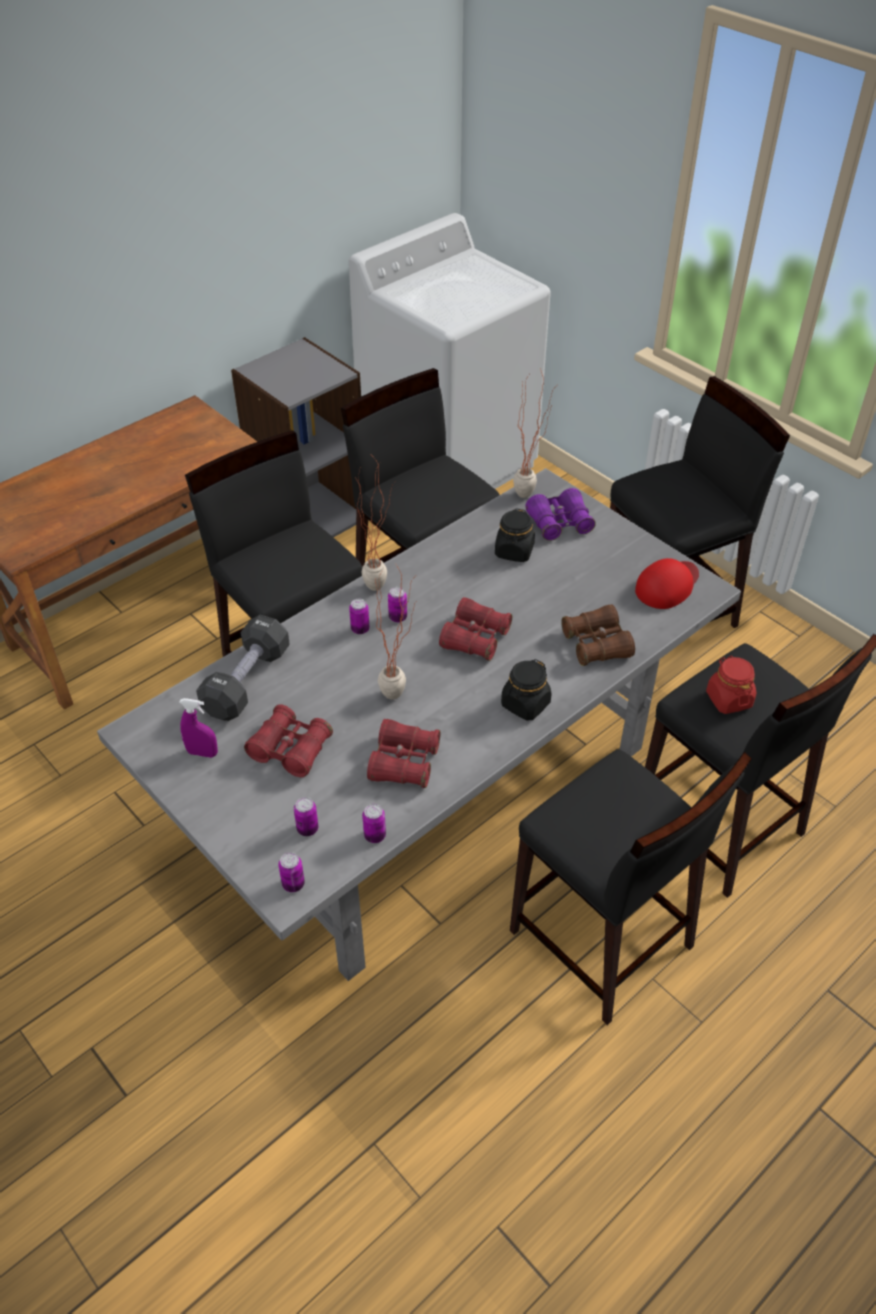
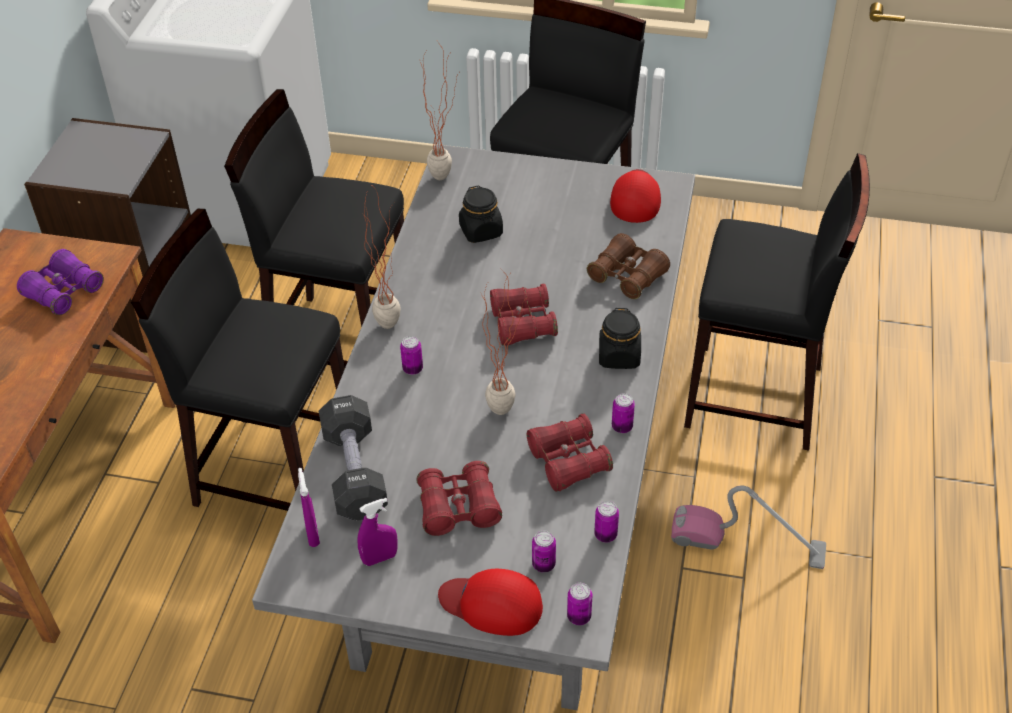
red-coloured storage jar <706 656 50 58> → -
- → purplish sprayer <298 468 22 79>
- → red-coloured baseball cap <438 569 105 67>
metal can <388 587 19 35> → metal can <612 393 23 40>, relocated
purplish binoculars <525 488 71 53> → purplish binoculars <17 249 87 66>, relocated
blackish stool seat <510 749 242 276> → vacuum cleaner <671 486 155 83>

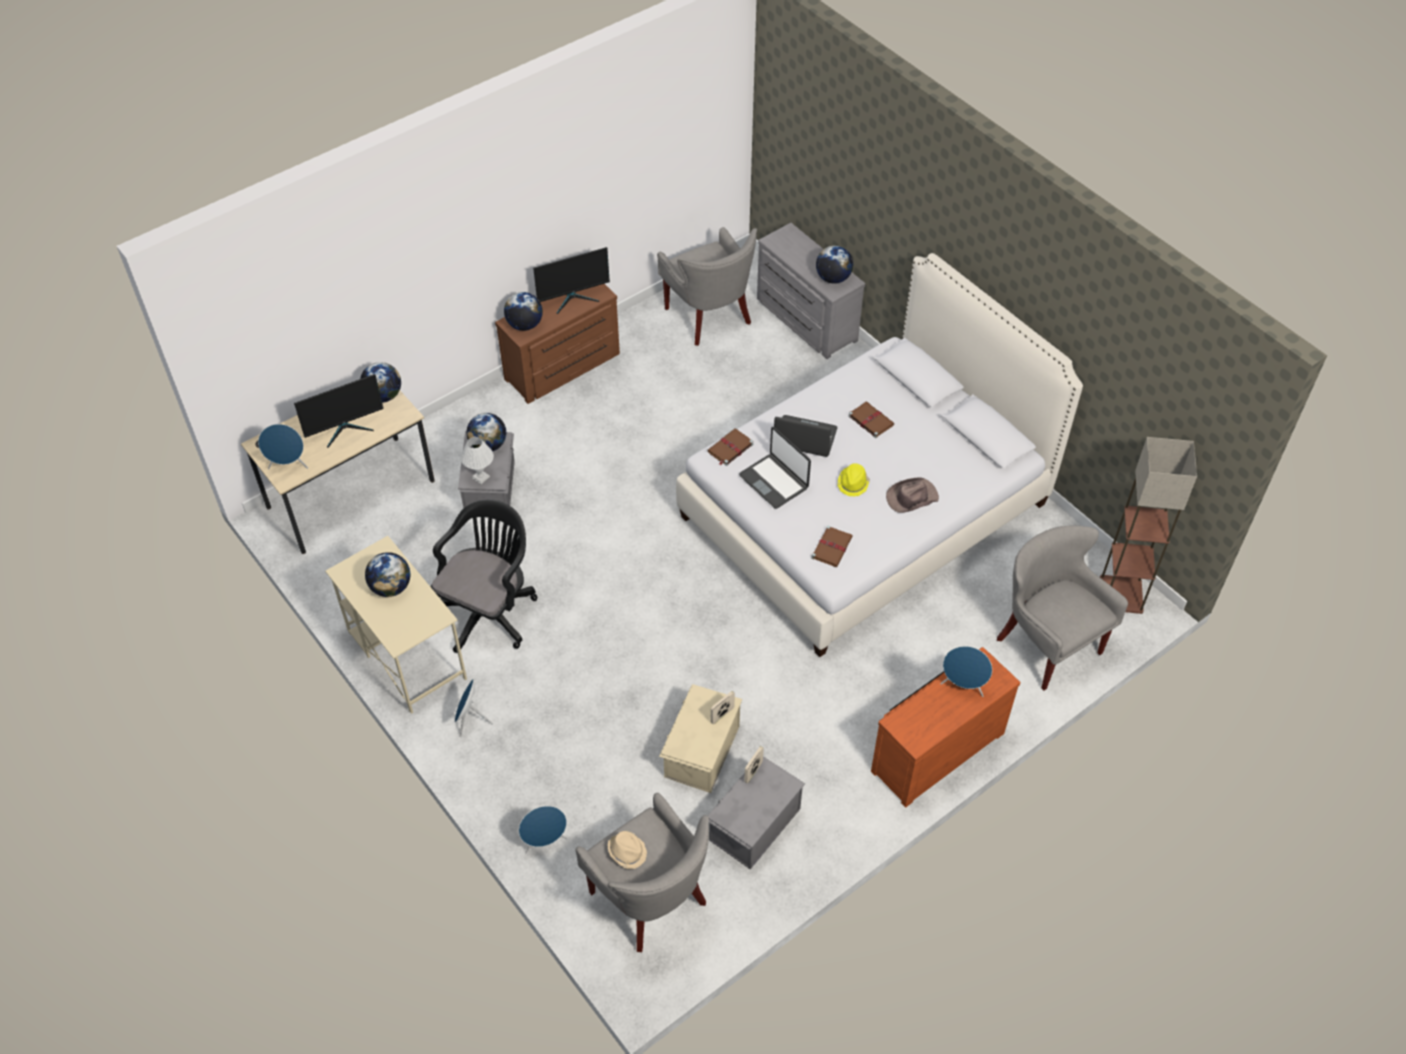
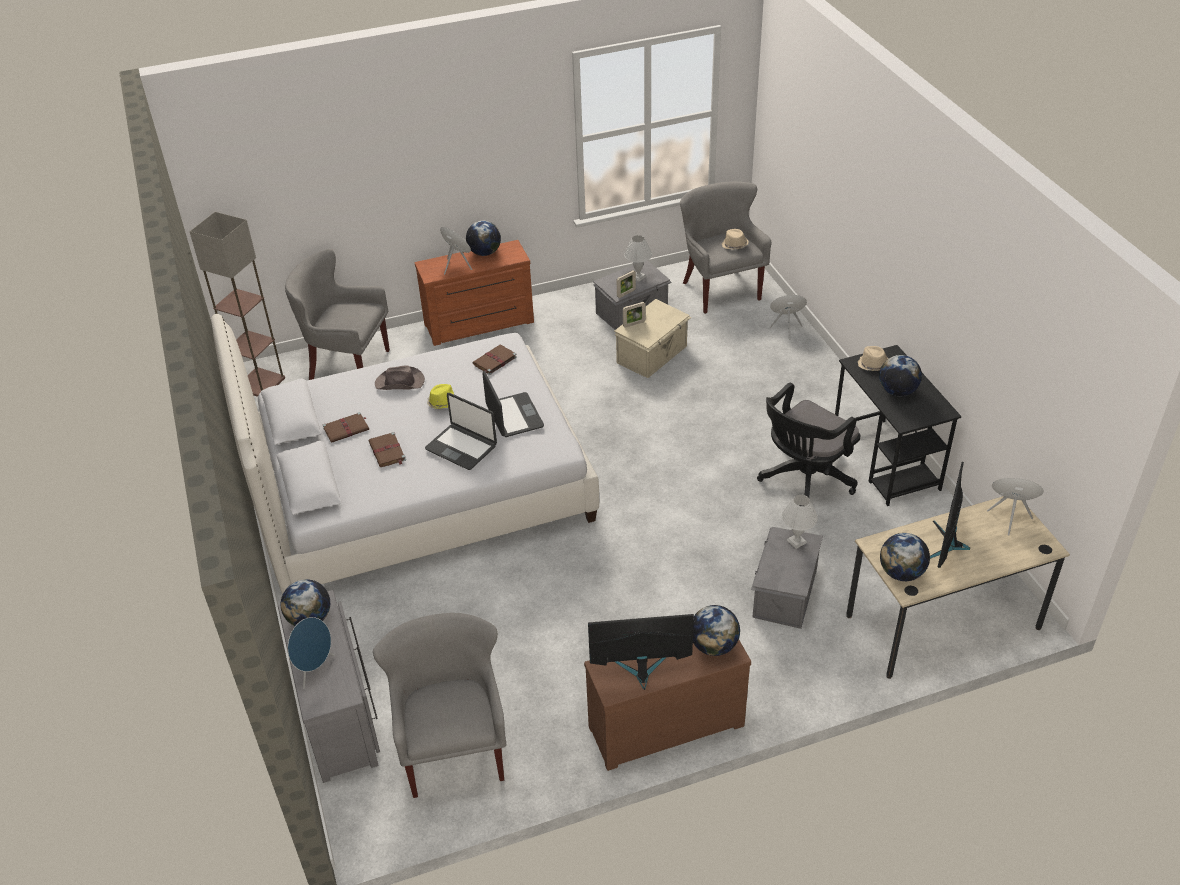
- → whitish lamp for a table <624 235 28 47>
- → beige-coloured hat <858 346 31 25>
blue speaker <455 679 38 58> → blue speaker <288 617 47 72>, relocated
world globe <466 413 40 38> → world globe <466 221 35 35>, relocated
brown volume <707 429 46 37> → brown volume <323 412 46 31>, relocated
beige-coloured desk <325 536 142 178> → blackish desk <835 345 126 161>
computer display <294 374 90 74> → computer display <930 462 40 106>, 60 degrees counterclockwise
greyish easy chair <997 525 131 166> → greyish easy chair <285 249 105 131>, 120 degrees clockwise

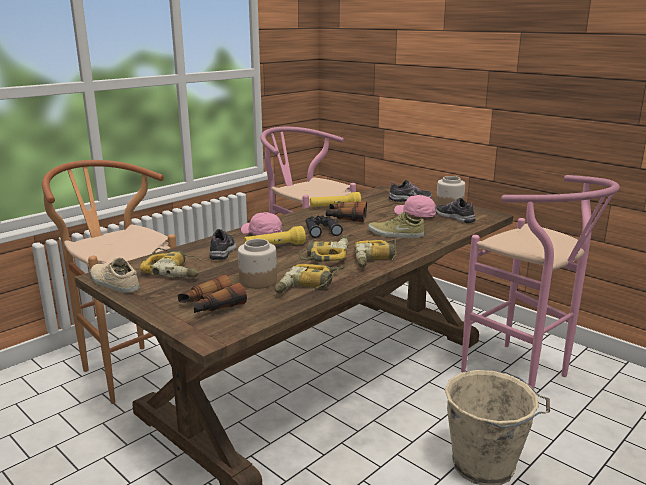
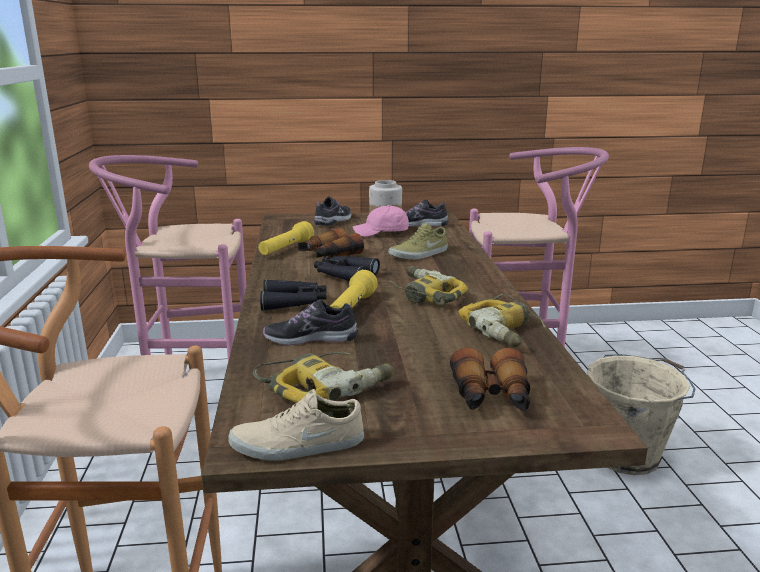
storage jar <238 239 39 50> → -
power drill <354 238 43 29> → -
pink-coloured baseball cap <241 212 42 23> → blackish binoculars <260 279 67 32>
low shoe <210 229 26 31> → low shoe <263 299 95 47>, 45 degrees counterclockwise

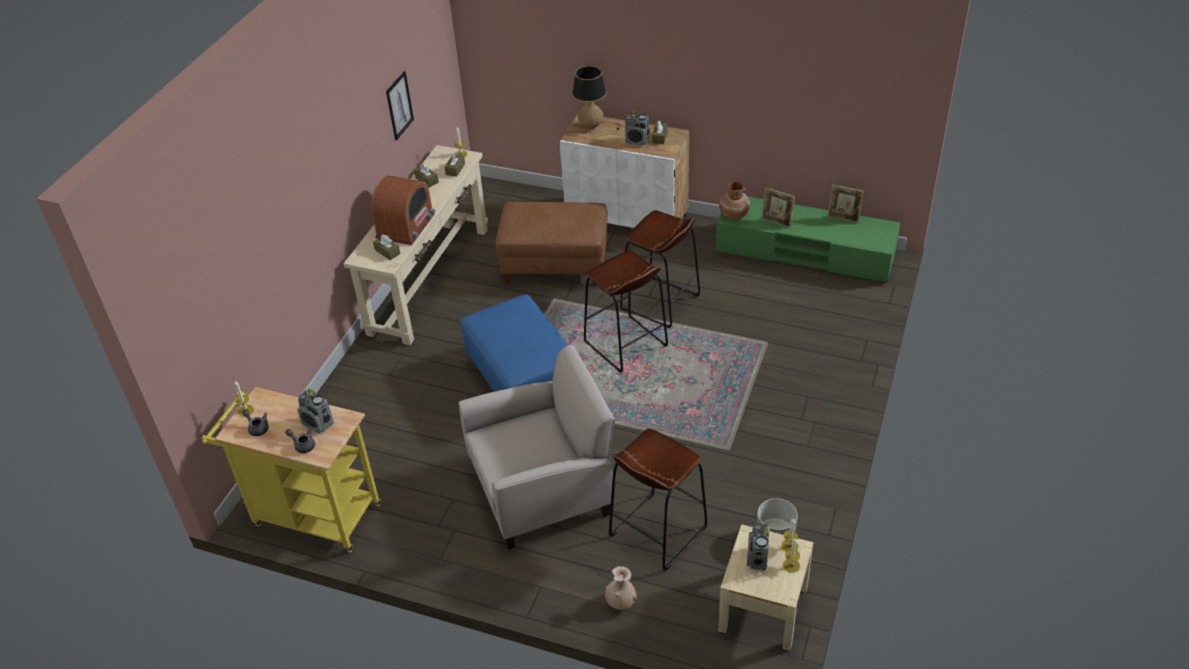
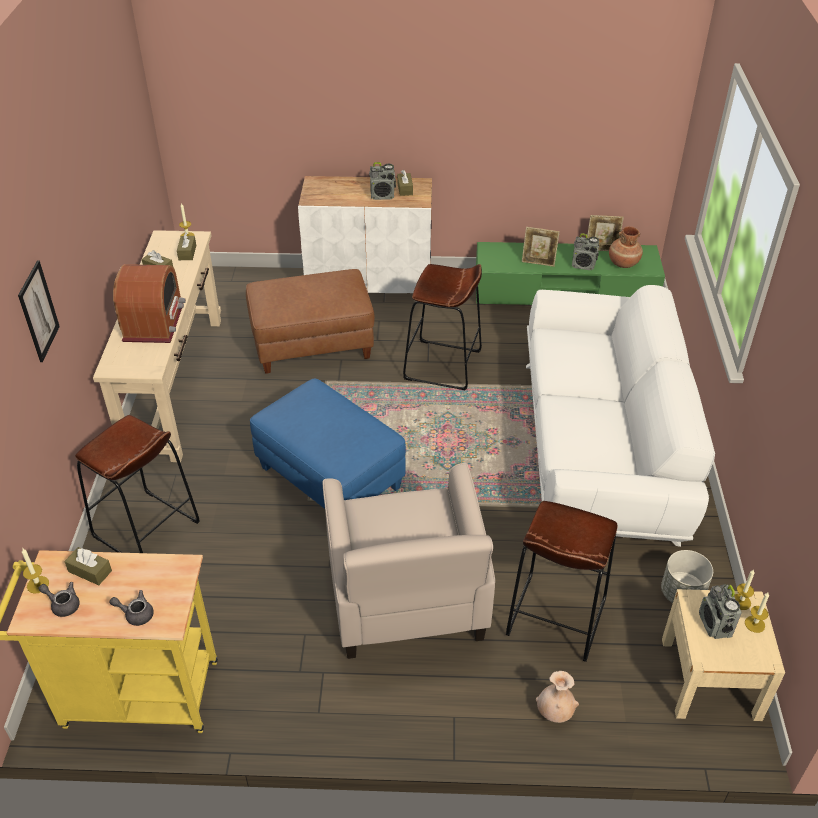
lamp for a table <572 66 48 75> → -
- → whitish settee <526 285 189 262>
radio set <298 388 36 45> → radio set <572 233 27 37>, relocated
brown box of tissues <373 235 27 25> → brown box of tissues <64 547 48 38>, relocated
wall art <386 71 28 69> → wall art <18 261 42 101>, relocated
brown stool seat <584 250 84 123> → brown stool seat <75 415 125 138>, relocated
brown vase <719 181 31 38> → brown vase <609 226 34 42>, relocated
beige-coloured easy chair <459 345 156 205> → beige-coloured easy chair <322 463 173 196>, 120 degrees clockwise

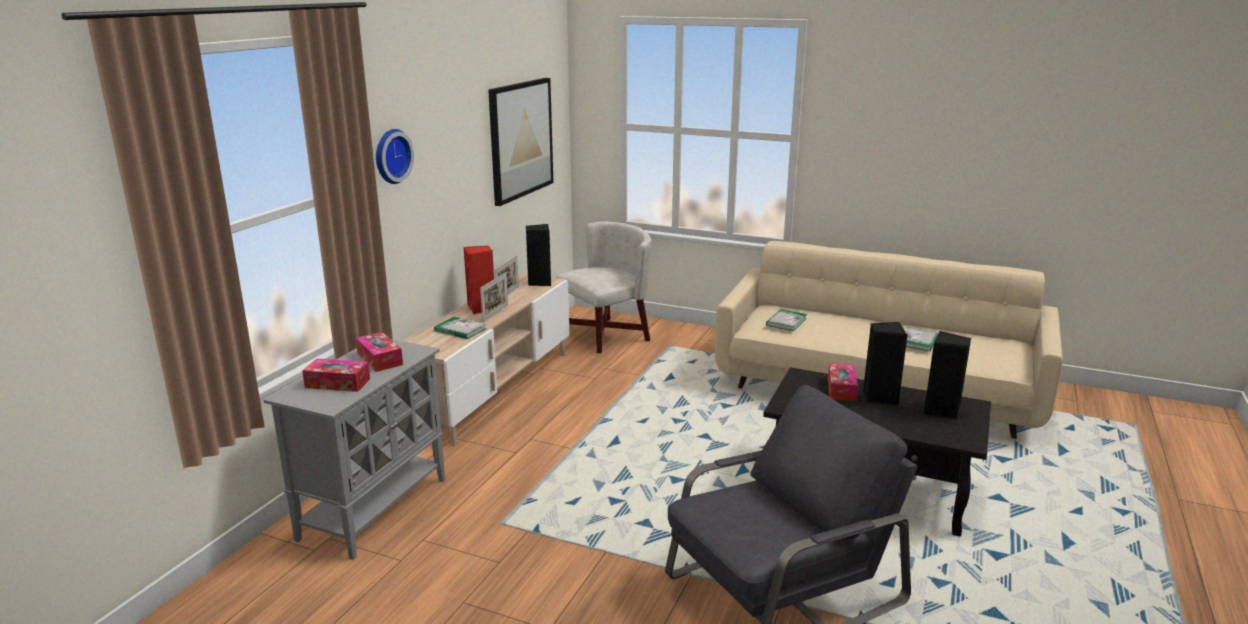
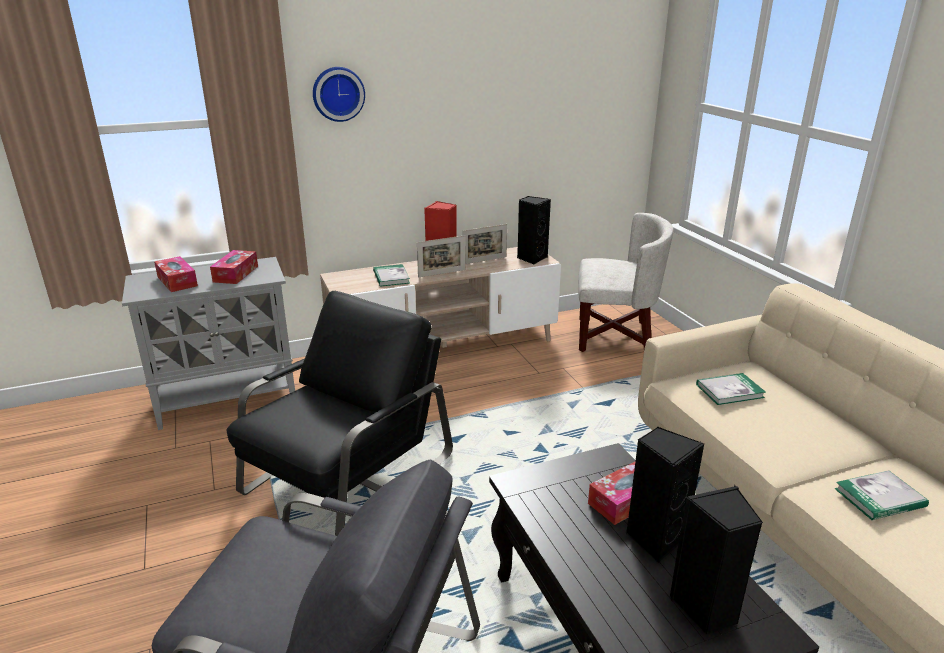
wall art <488 78 66 128> → -
- → blackish easy chair <226 291 227 245>

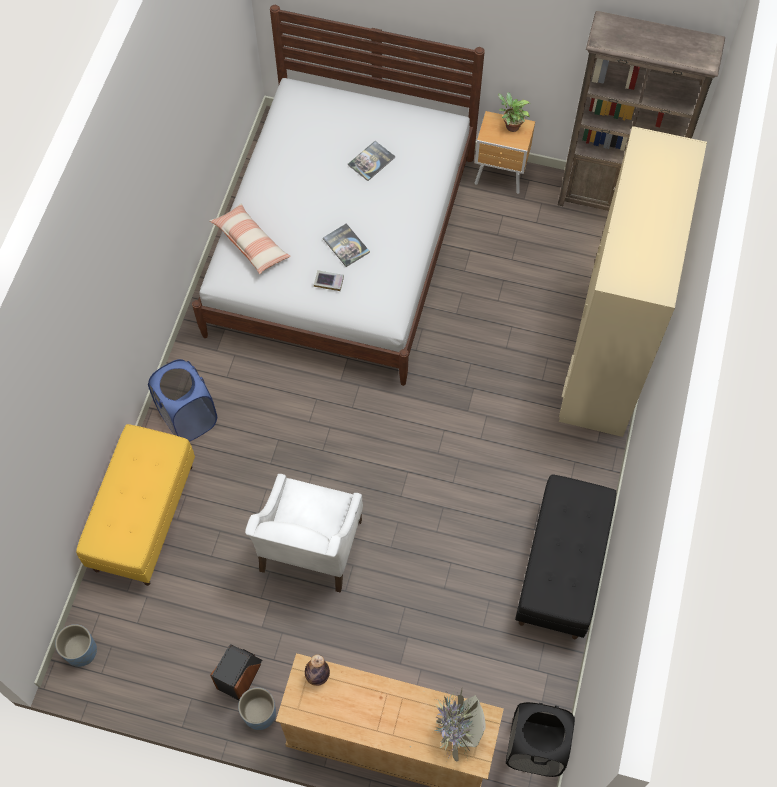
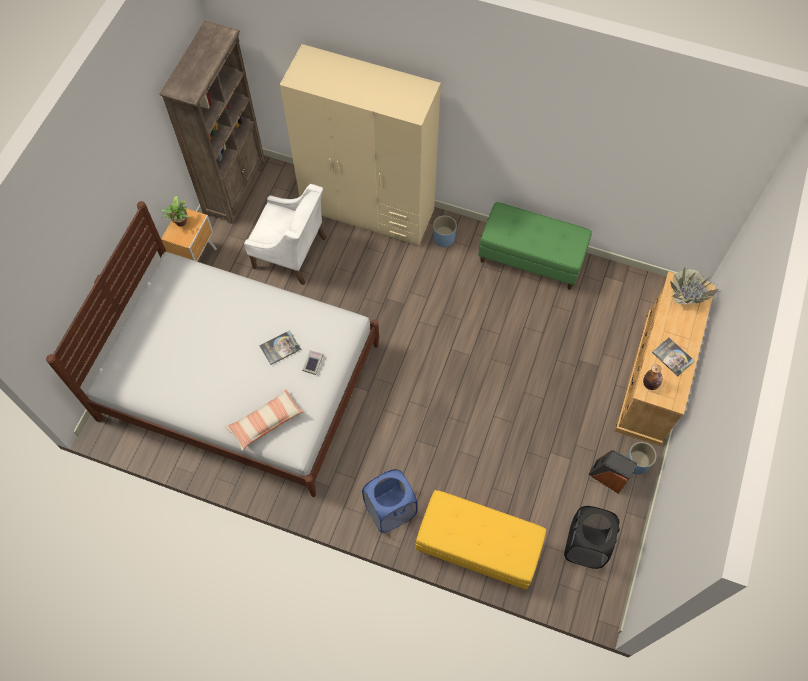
blue planter <55 624 42 43> → blue planter <433 215 24 32>, relocated
whitish easy chair <245 474 118 119> → whitish easy chair <244 184 83 101>, relocated
volume <348 141 47 40> → volume <652 338 43 38>, relocated
blackish hamper <506 702 69 75> → blackish hamper <564 506 55 63>, relocated
blackish long seat <515 474 101 165> → green-coloured long seat <478 202 114 88>

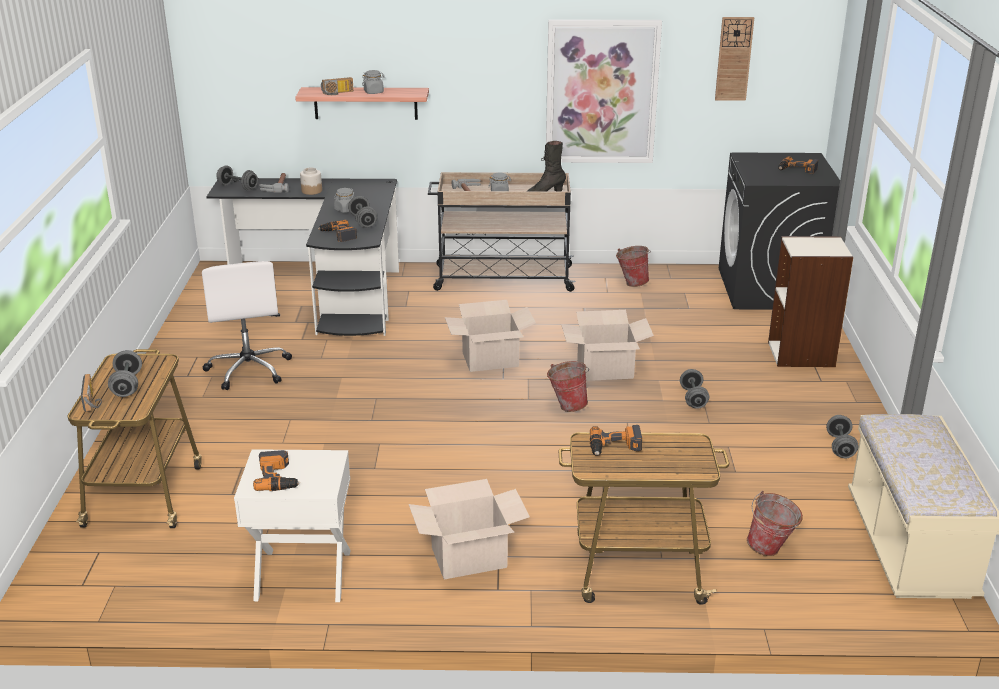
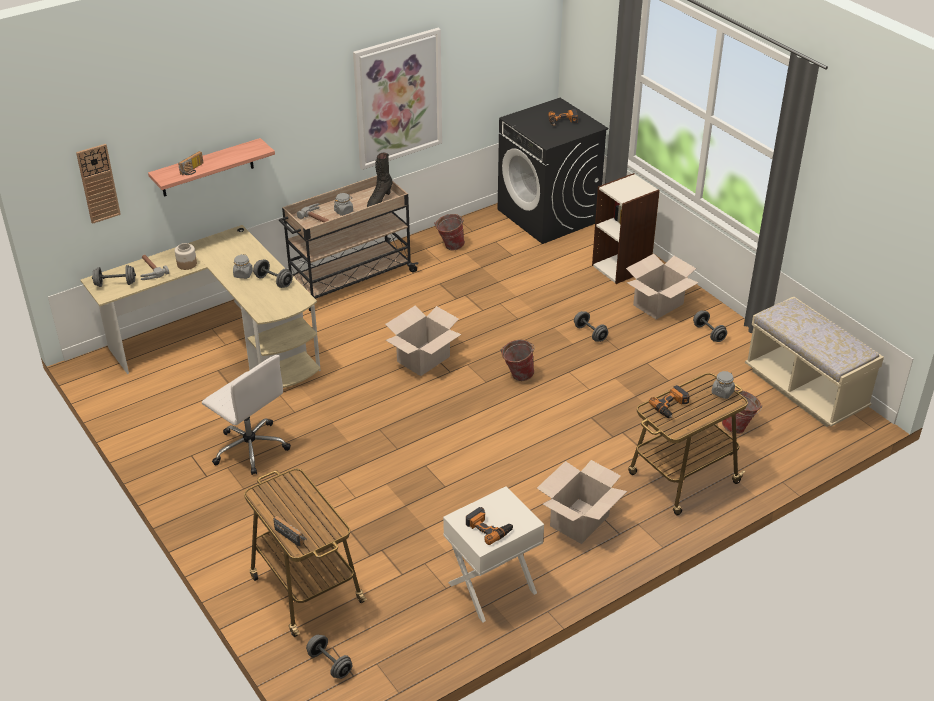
power drill <318 220 39 22> → -
greyish hand weight <108 350 34 47> → greyish hand weight <306 635 46 44>, relocated
greyish storage jar <362 70 23 24> → greyish storage jar <712 371 23 28>, relocated
packing box <561 310 93 71> → packing box <626 254 72 66>, relocated
hanging clock <715 17 39 84> → hanging clock <76 144 45 80>, relocated
blackish desk <206 178 193 158> → beige-coloured desk <80 225 241 163>

